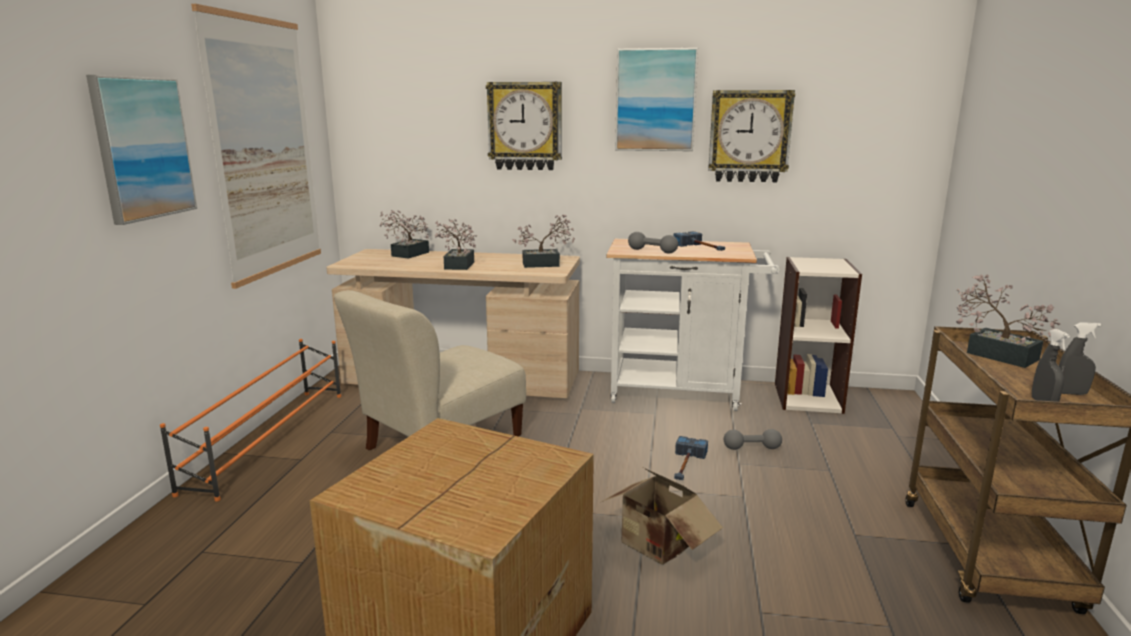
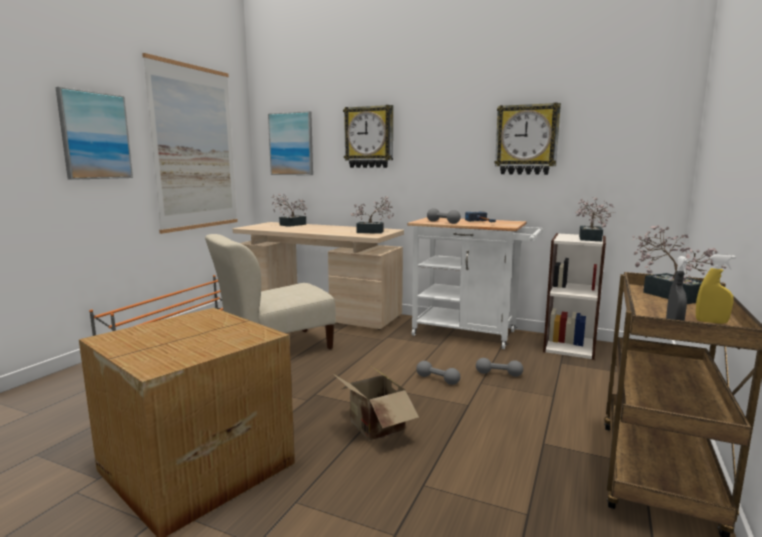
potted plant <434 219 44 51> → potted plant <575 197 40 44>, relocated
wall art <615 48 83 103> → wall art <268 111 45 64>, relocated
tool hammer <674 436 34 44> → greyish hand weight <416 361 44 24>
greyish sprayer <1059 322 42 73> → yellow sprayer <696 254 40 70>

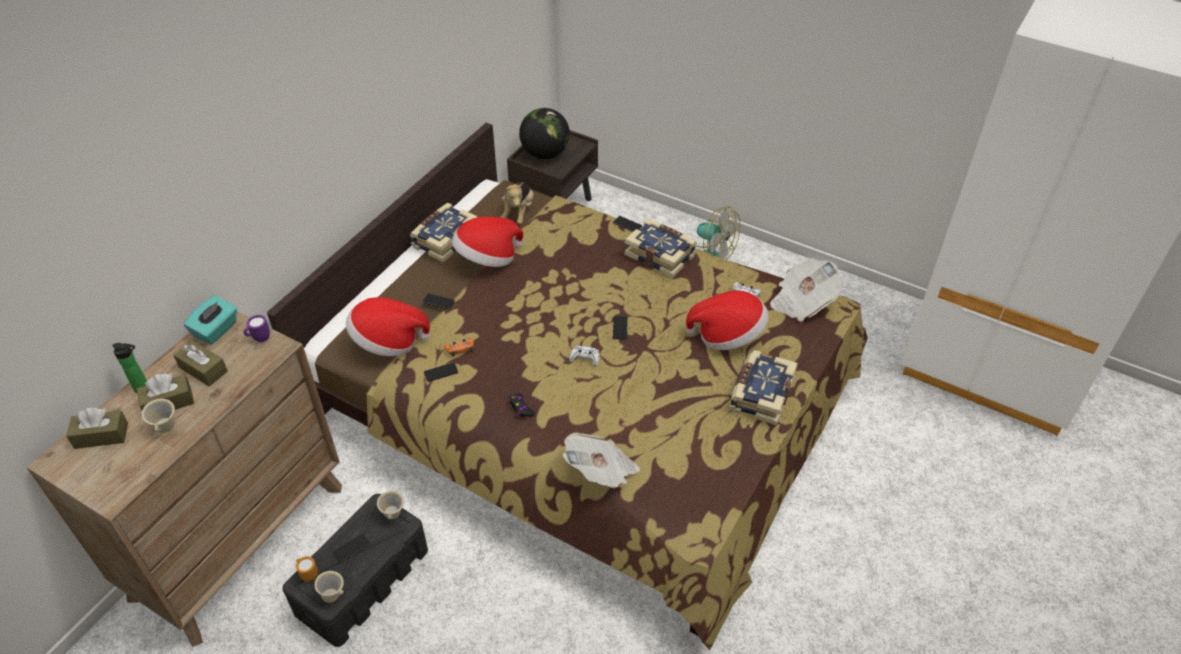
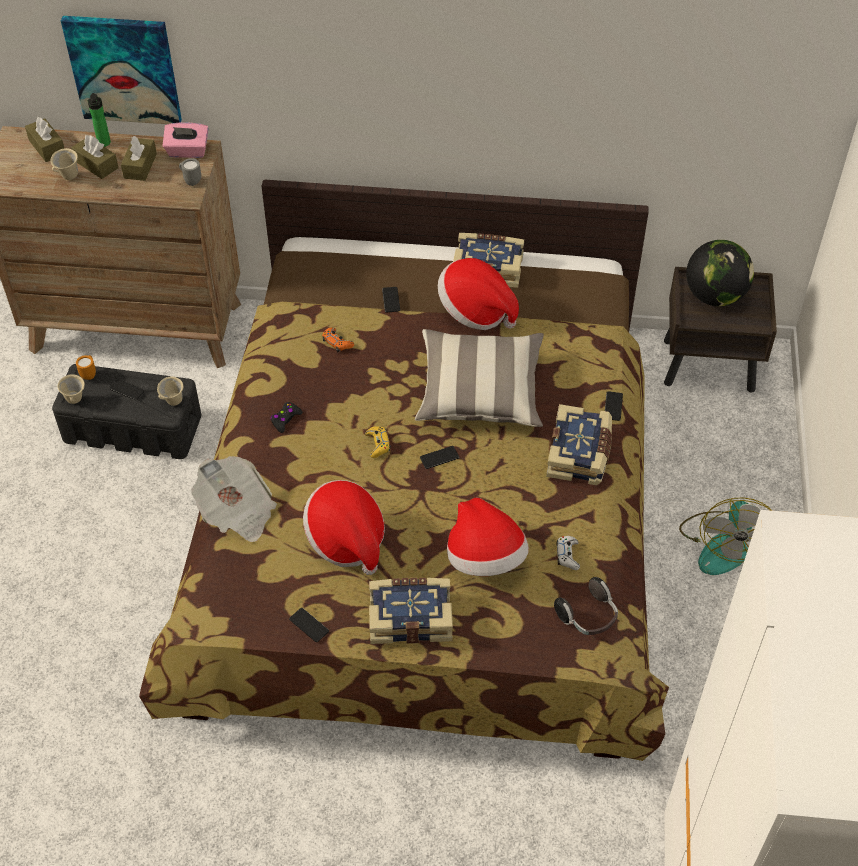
plush toy <501 182 33 42> → -
- → wall art <61 16 121 108>
- → cushion <415 329 129 98>
hat <346 297 84 60> → hat <303 480 82 95>, relocated
telephone <424 362 34 20> → telephone <289 608 40 34>, relocated
printed paper <770 258 72 64> → pair of headphones <554 577 64 58>
turquoise box of tissues <184 295 53 50> → pink-coloured box of tissues <162 122 47 36>
purplish tea mug <243 315 27 27> → greyish tea mug <179 158 22 28>
whitish game controller <569 346 31 21> → yellow game controller <365 427 25 31>

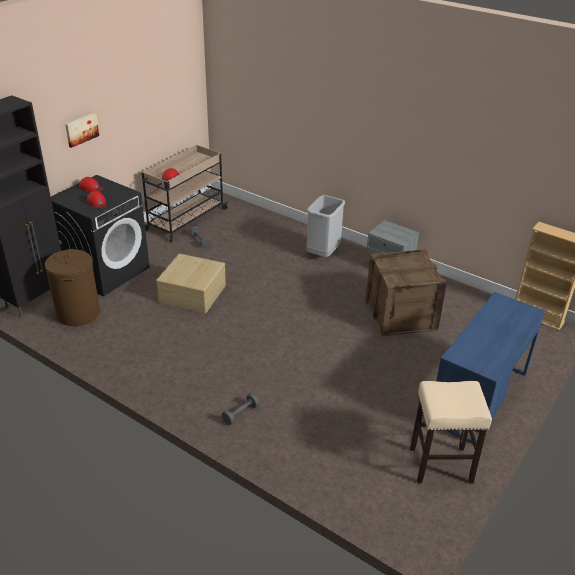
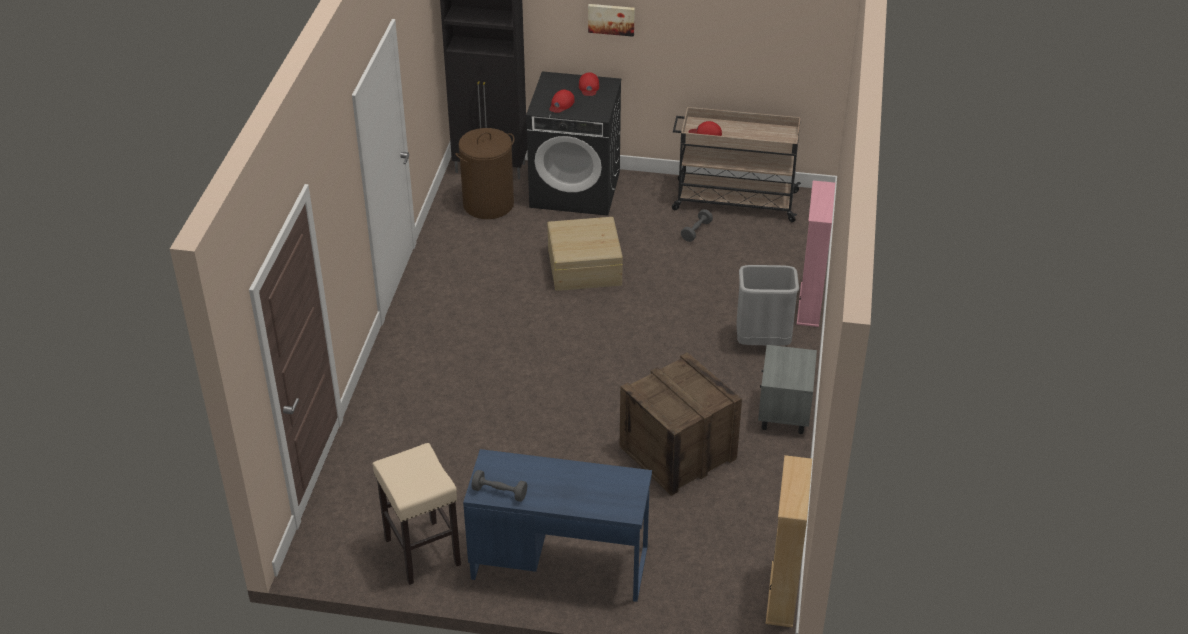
- → pink-coloured bookcase <797 180 38 147>
greyish hand weight <222 393 37 32> → greyish hand weight <472 470 55 32>, relocated

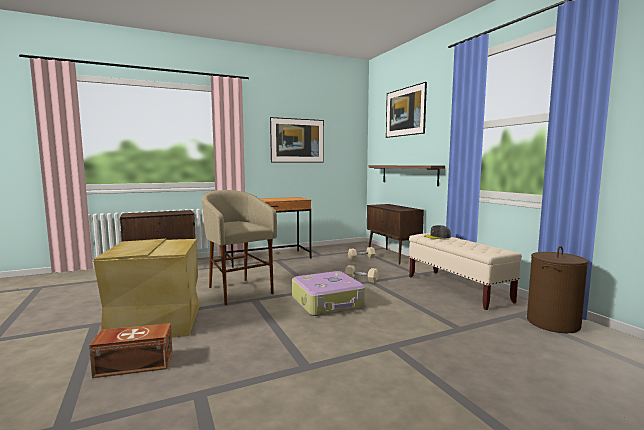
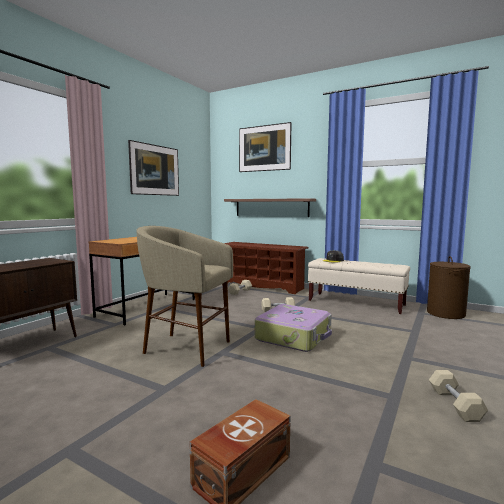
beige-coloured storage box <93 239 107 98> → -
- → beige-coloured hand weight <429 370 59 52>
brown cupboard <367 204 57 60> → brown shoe stand <224 242 85 52>

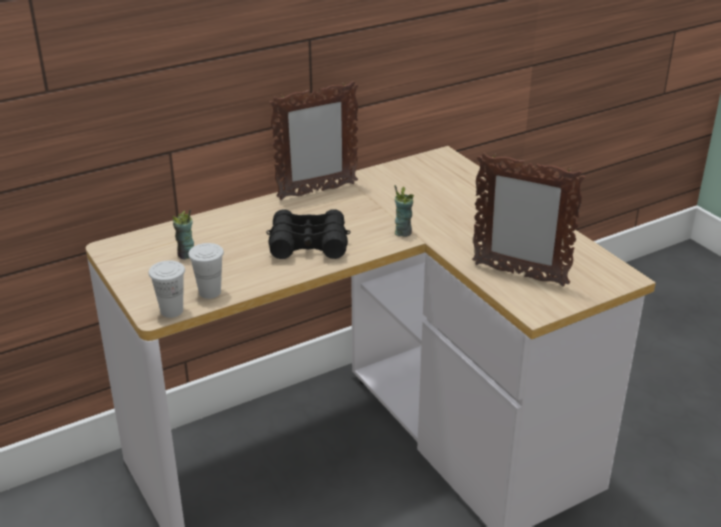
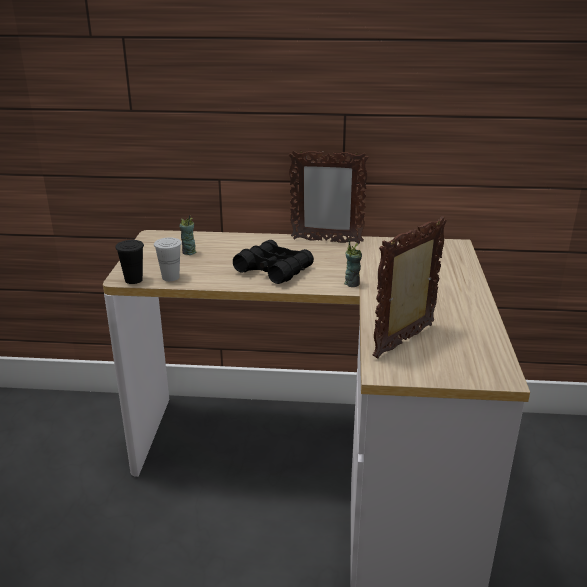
whitish cup <149 260 36 58> → blackish cup <115 240 29 44>
picture frame <472 153 113 134> → picture frame <373 216 74 143>, 75 degrees clockwise

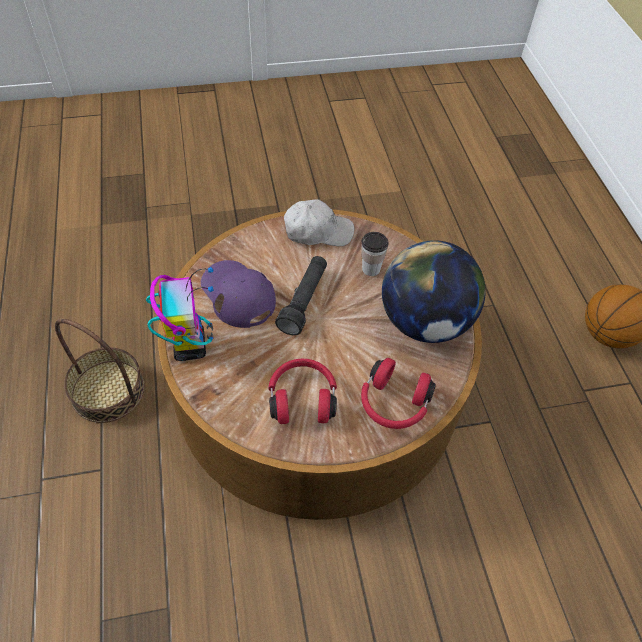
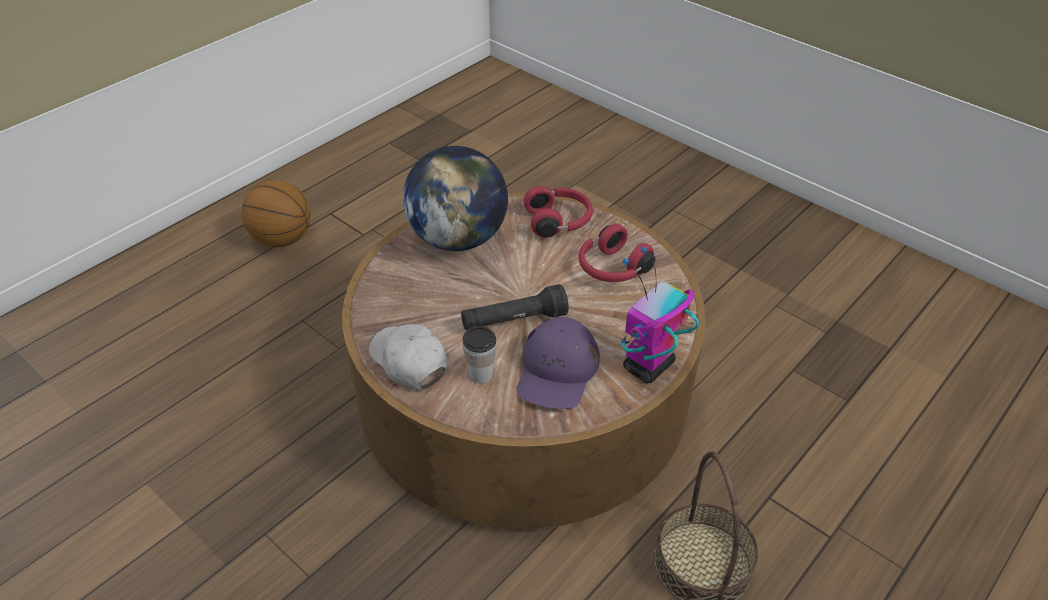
cup <361 232 28 44> → cup <463 326 33 57>, relocated

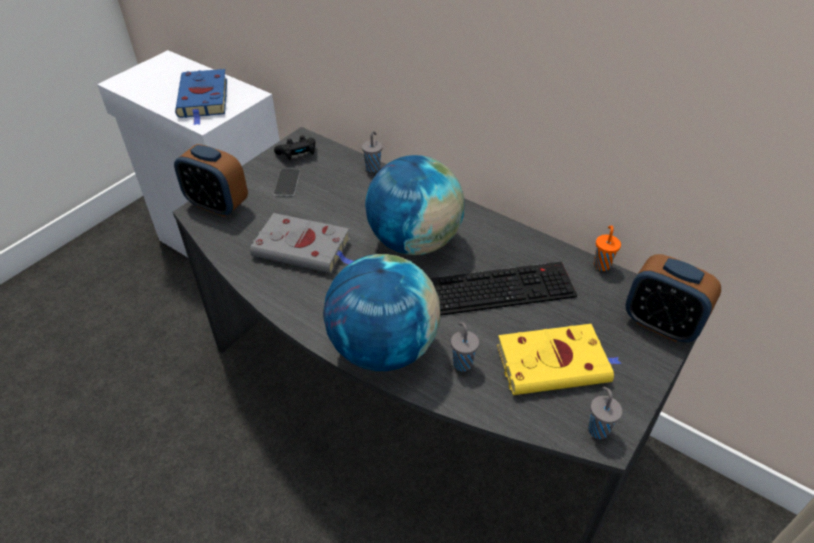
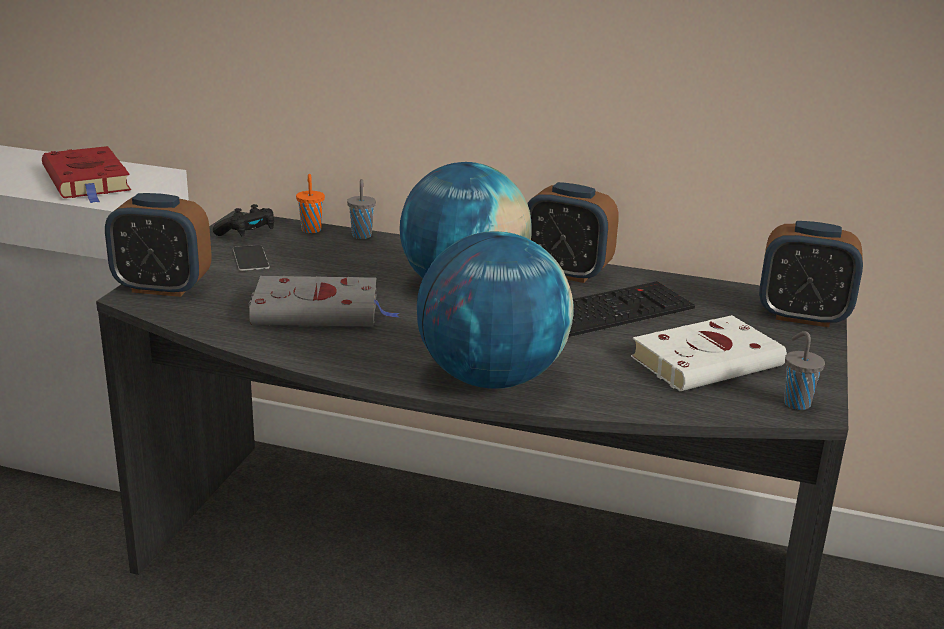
greyish cup <451 322 28 49> → -
- → table clock <527 182 92 101>
orange cup <594 225 27 46> → orange cup <296 174 29 59>, relocated
blue volume <175 69 52 56> → red-coloured volume <42 146 89 57>
yellow volume <497 324 125 71> → whitish volume <631 315 156 76>

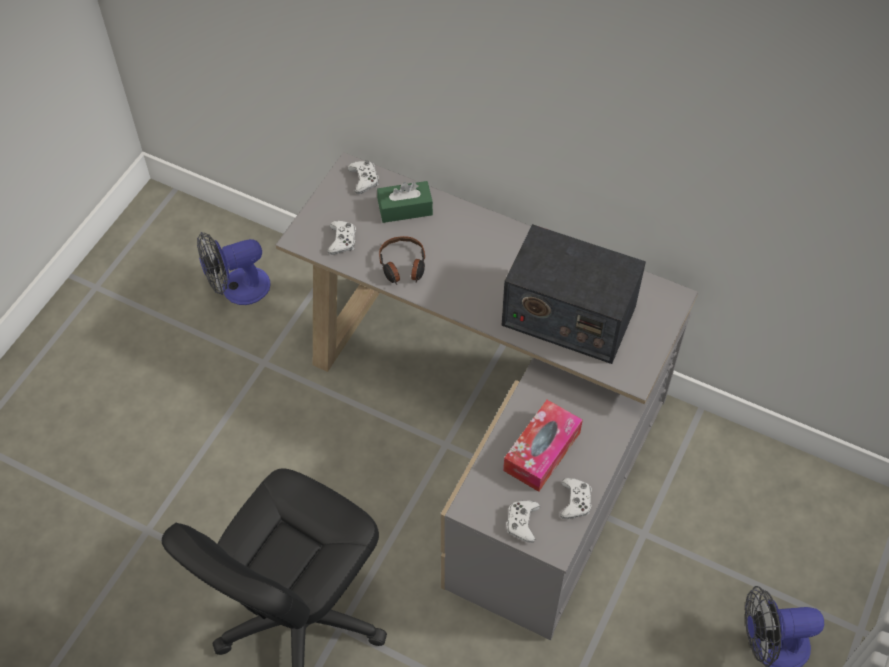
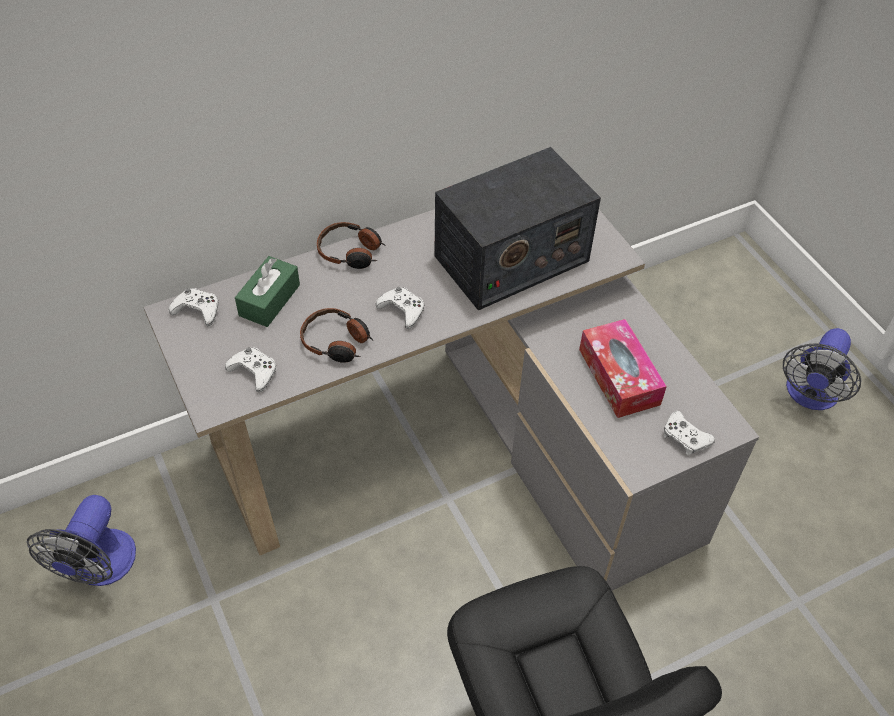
- → pair of headphones <317 222 69 47>
whitish game controller <560 478 32 41> → whitish game controller <376 287 48 42>, relocated

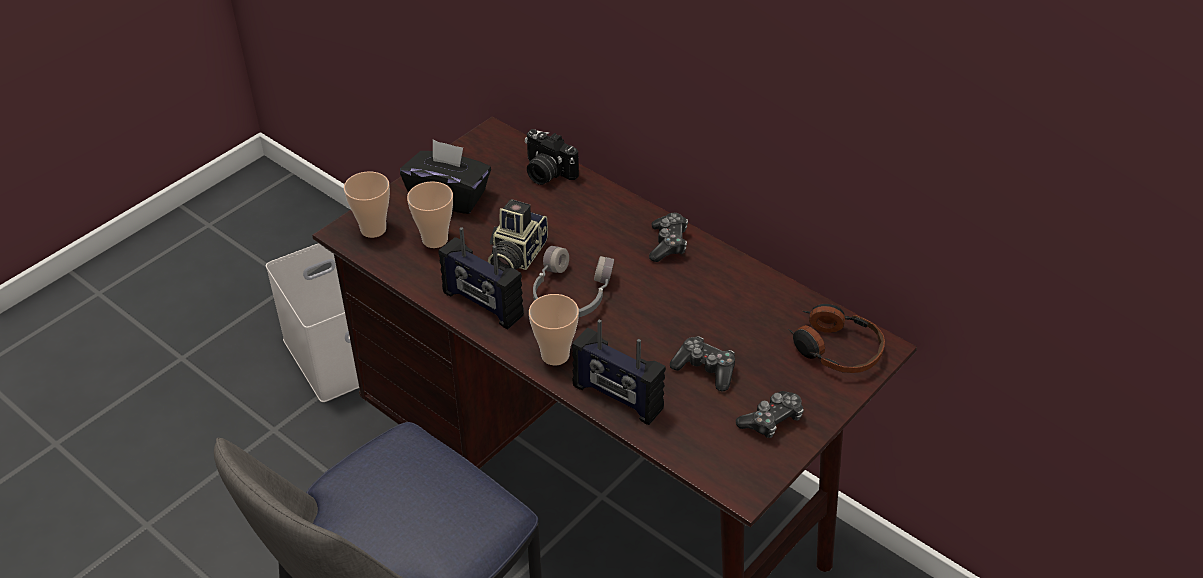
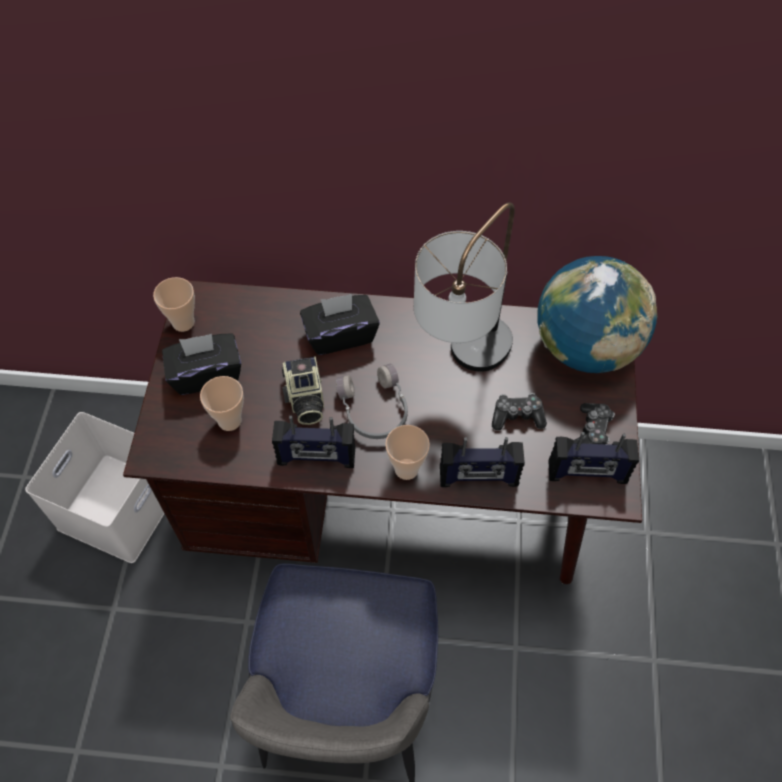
still camera <525 129 54 56> → -
game controller <649 213 39 49> → -
- → blackish box of tissues <300 294 80 61>
- → lamp for a table <414 202 101 170>
- → radio set <548 432 91 52>
cup <344 171 46 67> → cup <153 277 42 55>, relocated
pair of headphones <788 304 97 69> → world globe <537 256 120 117>

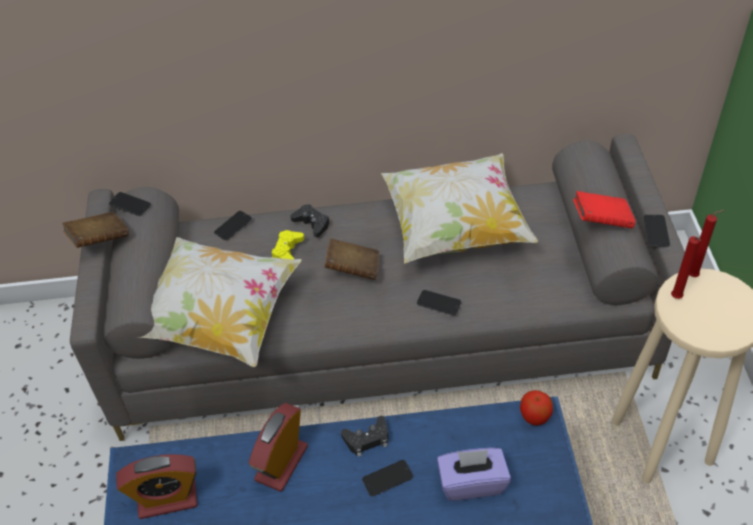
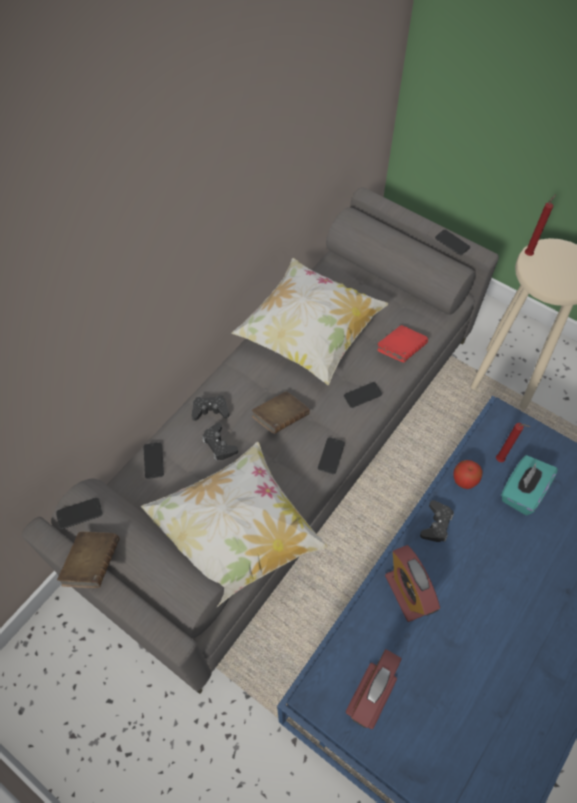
telephone <362 460 51 36> → telephone <318 437 27 37>, relocated
apple fruit <520 390 33 35> → apple fruit <454 460 29 29>, relocated
red-coloured volume <573 191 63 38> → red-coloured volume <377 325 51 37>, relocated
red-coloured candle <671 236 30 63> → red-coloured candle <496 423 34 39>, relocated
yellow game controller <272 230 32 29> → blackish game controller <202 423 36 37>
purplish box of tissues <437 448 74 53> → turquoise box of tissues <501 455 57 60>

